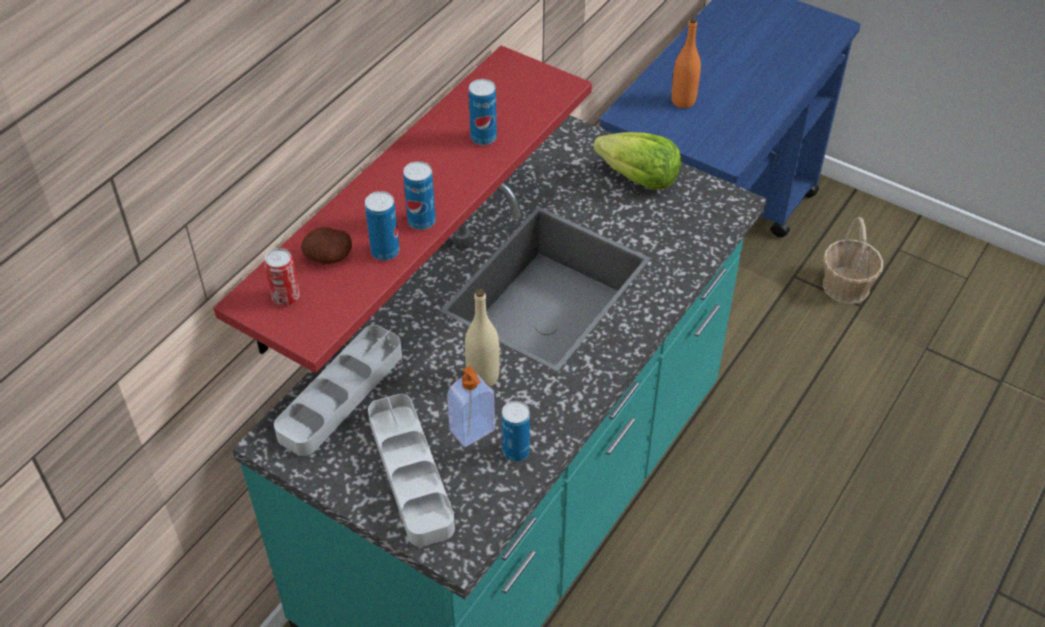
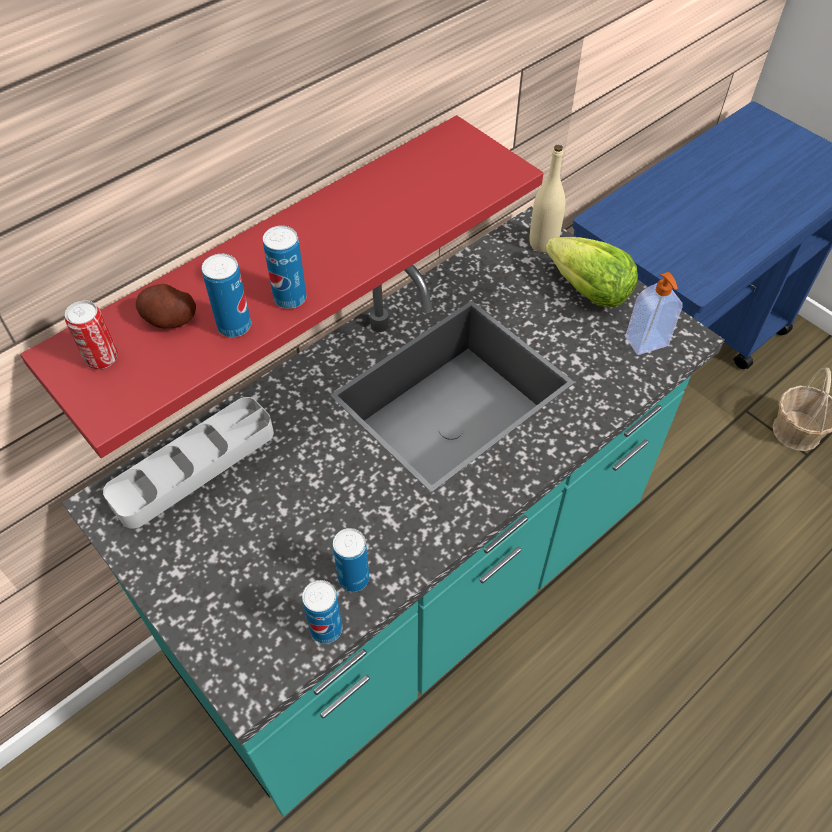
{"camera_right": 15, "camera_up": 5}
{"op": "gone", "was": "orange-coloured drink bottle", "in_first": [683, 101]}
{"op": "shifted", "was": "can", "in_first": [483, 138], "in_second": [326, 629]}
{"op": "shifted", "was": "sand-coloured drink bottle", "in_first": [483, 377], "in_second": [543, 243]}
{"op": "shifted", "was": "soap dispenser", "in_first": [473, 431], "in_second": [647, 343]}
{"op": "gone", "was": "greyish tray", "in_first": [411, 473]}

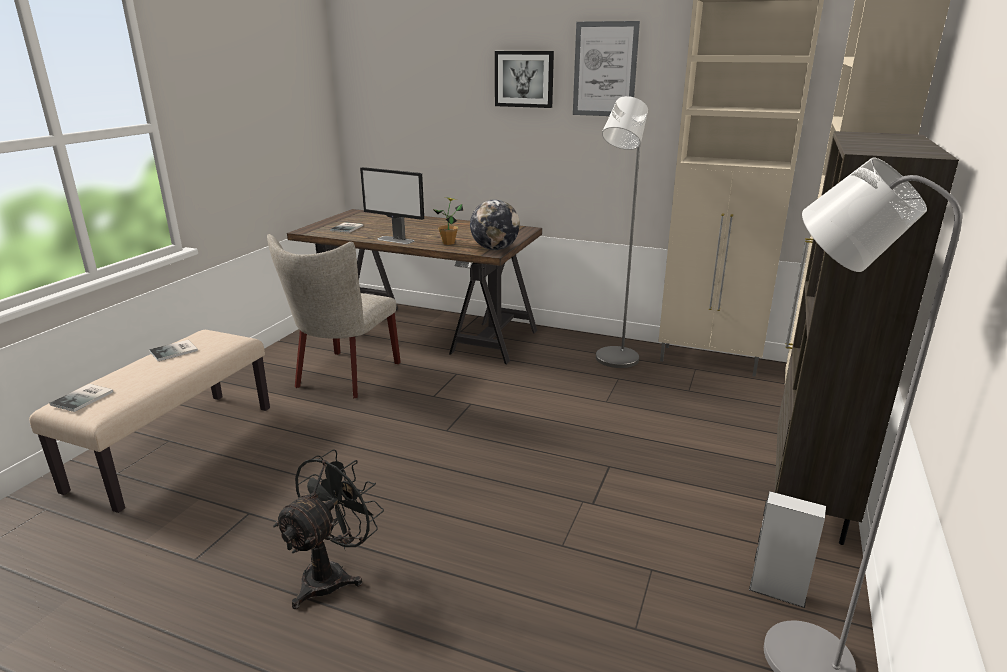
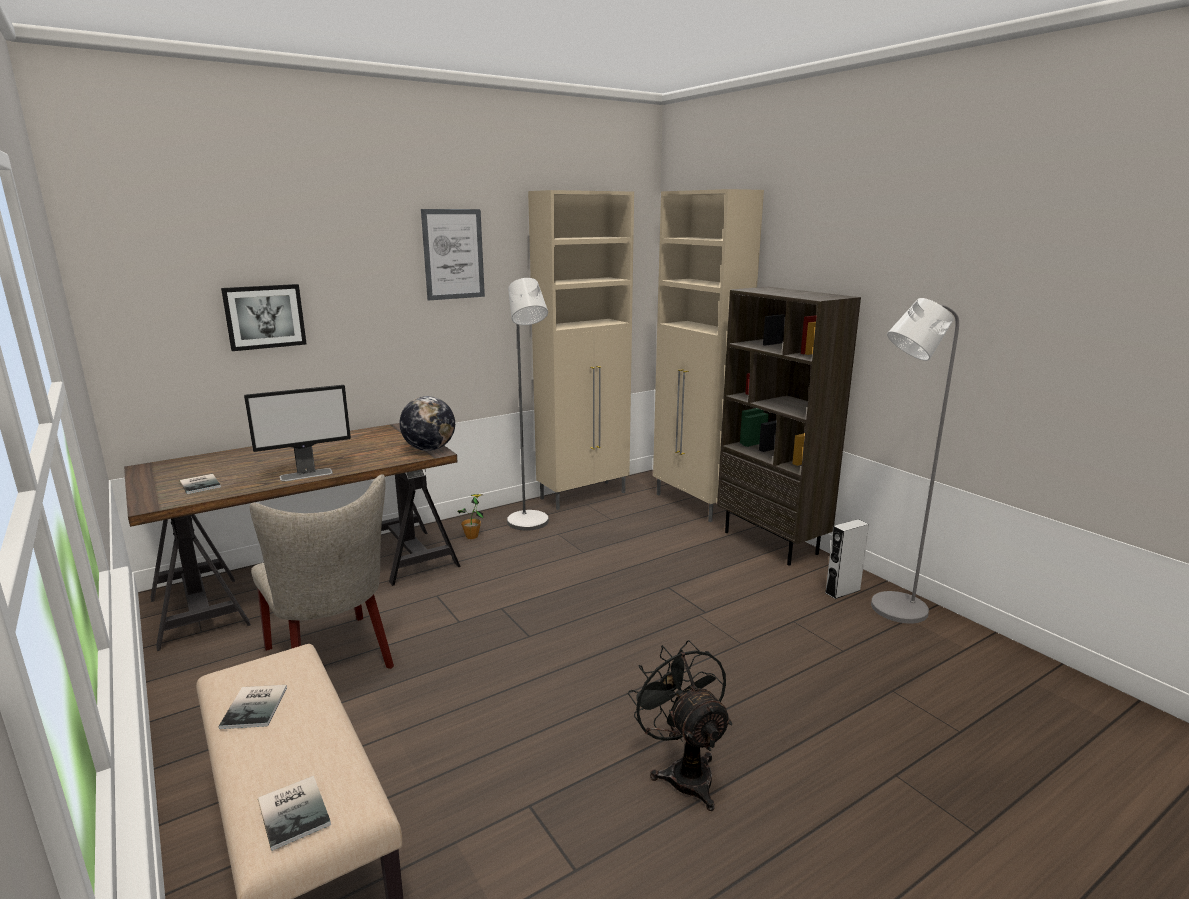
{"camera_right": -55, "camera_up": -5}
{"op": "shifted", "was": "wall picture", "in_first": [524, 79], "in_second": [264, 316]}
{"op": "shifted", "was": "houseplant", "in_first": [448, 243], "in_second": [472, 536]}

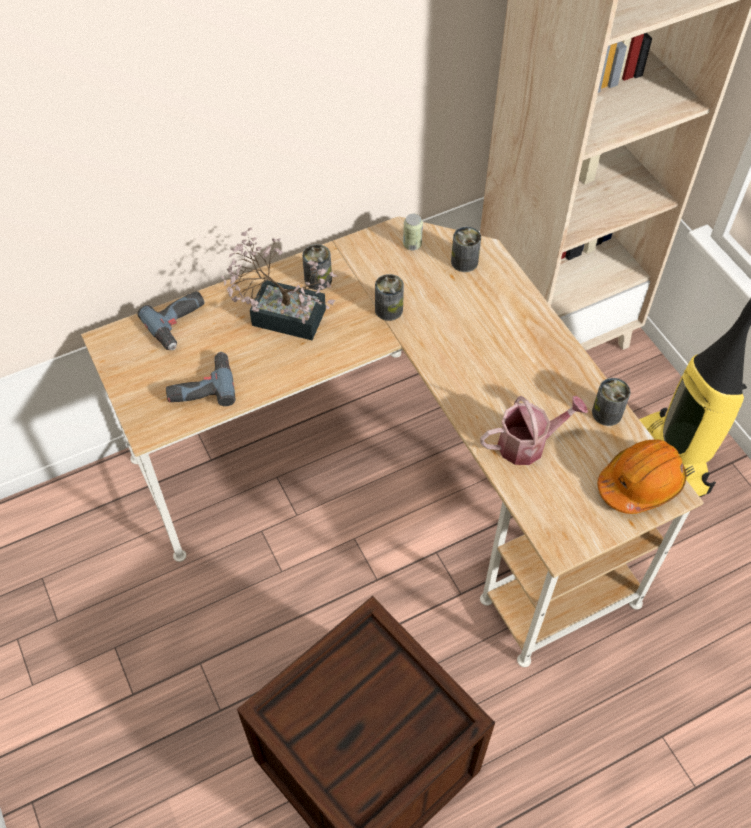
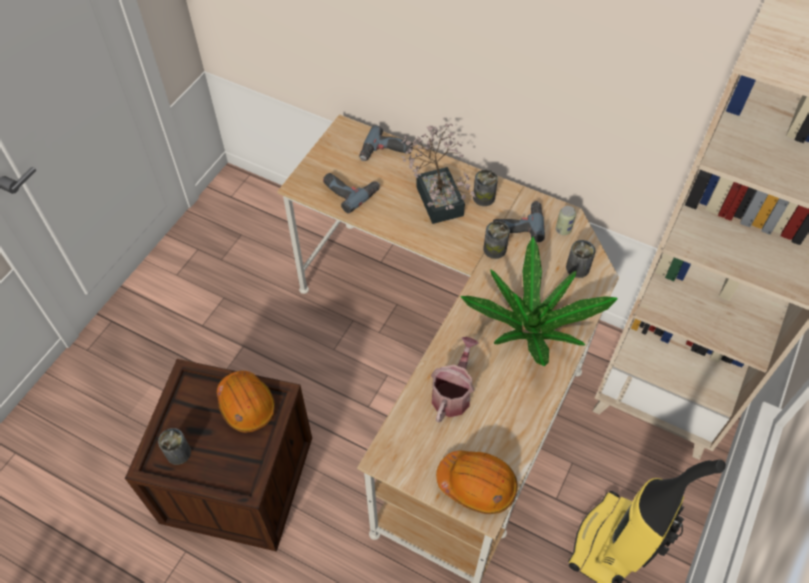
{"camera_right": 55, "camera_up": 0}
{"op": "shifted", "was": "can", "in_first": [607, 413], "in_second": [178, 453]}
{"op": "rotated", "was": "watering can", "in_first": [528, 443], "in_second": [453, 393], "clockwise": -105}
{"op": "new", "now": "electric drill", "in_second": [517, 223]}
{"op": "new", "now": "houseplant", "in_second": [531, 326]}
{"op": "new", "now": "orange-coloured safety helmet", "in_second": [246, 405]}

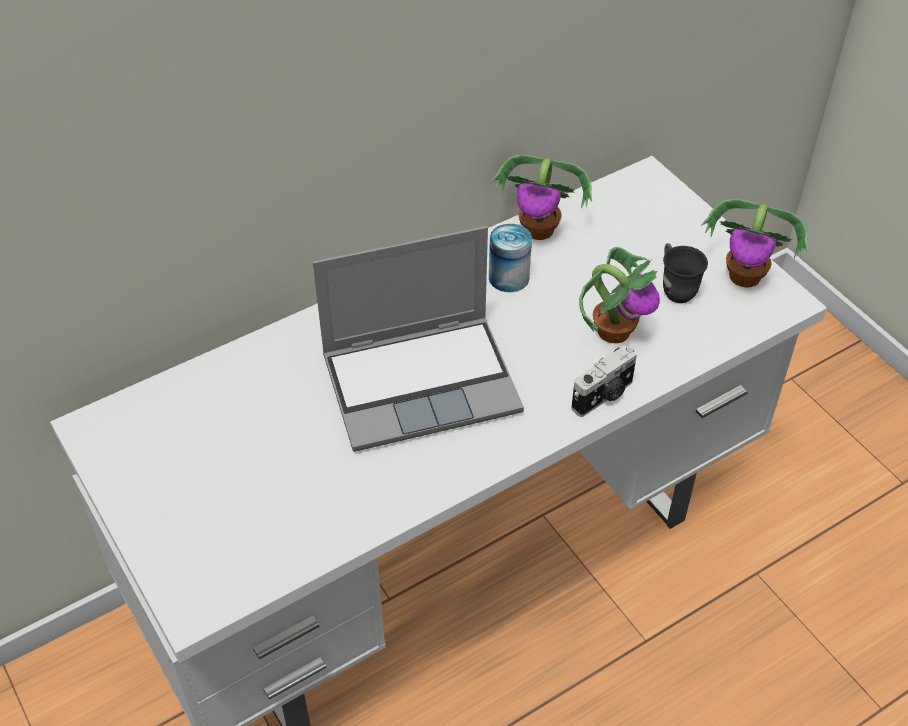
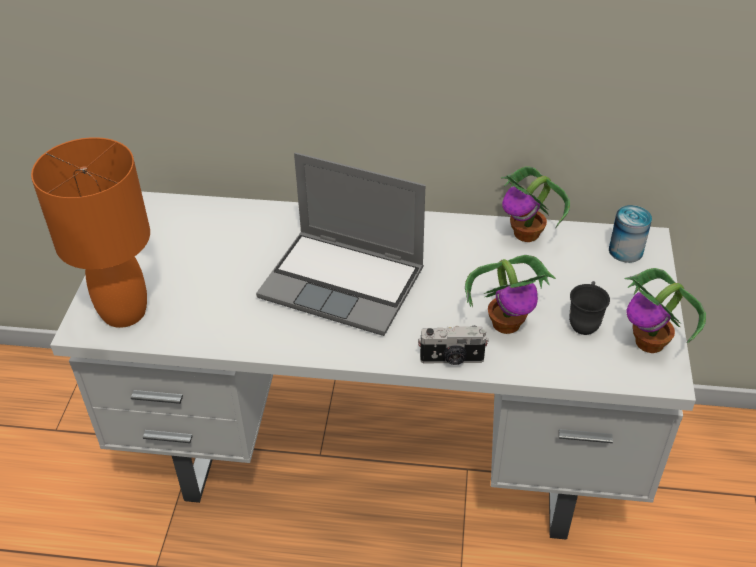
{"camera_right": 40, "camera_up": -5}
{"op": "shifted", "was": "can", "in_first": [508, 277], "in_second": [625, 251]}
{"op": "new", "now": "orange-coloured table lamp", "in_second": [123, 312]}

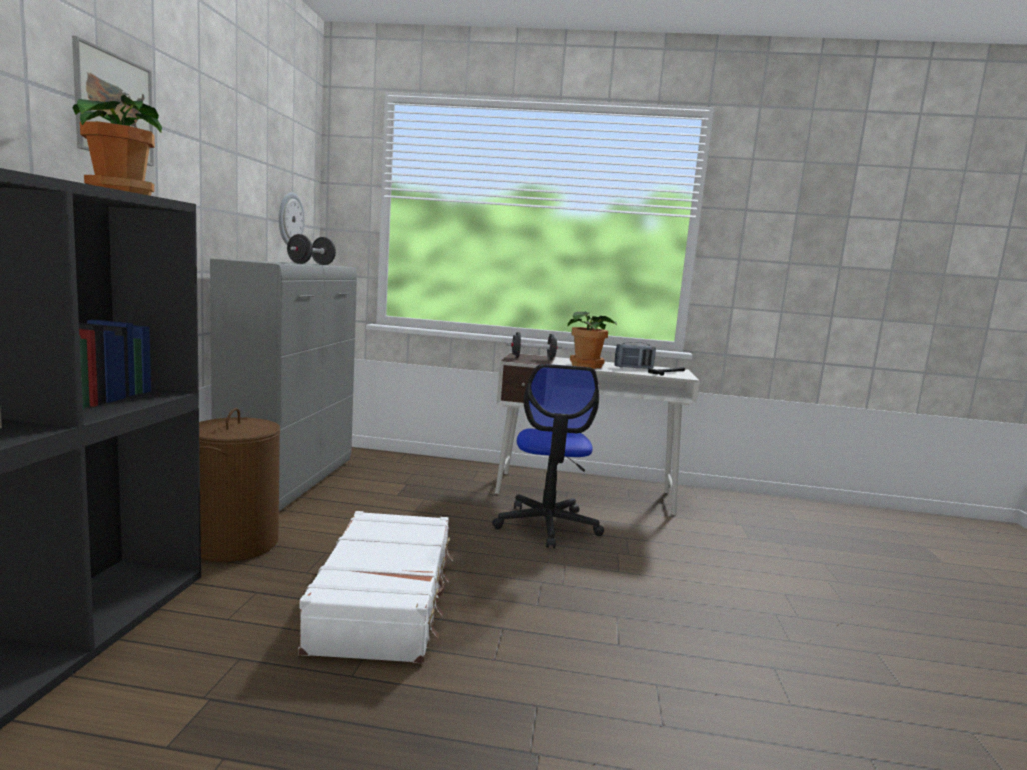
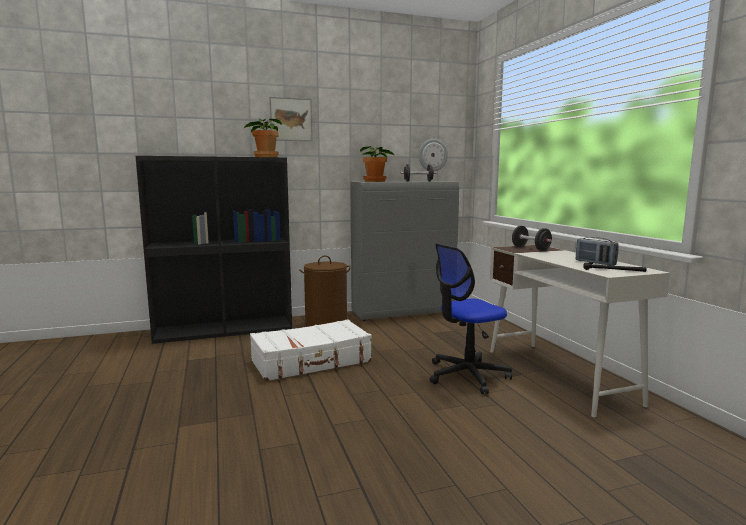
{"camera_right": 65, "camera_up": 0}
{"op": "shifted", "was": "houseplant", "in_first": [587, 366], "in_second": [375, 181]}

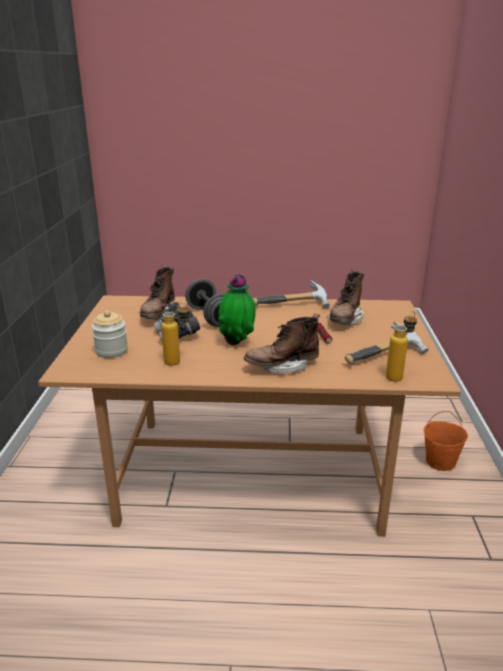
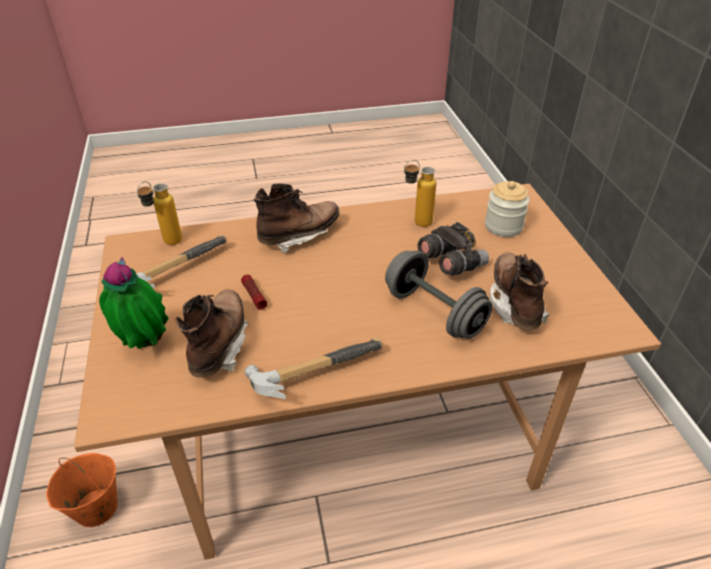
{"camera_right": 165, "camera_up": 15}
{"op": "shifted", "was": "houseplant", "in_first": [237, 343], "in_second": [144, 345]}

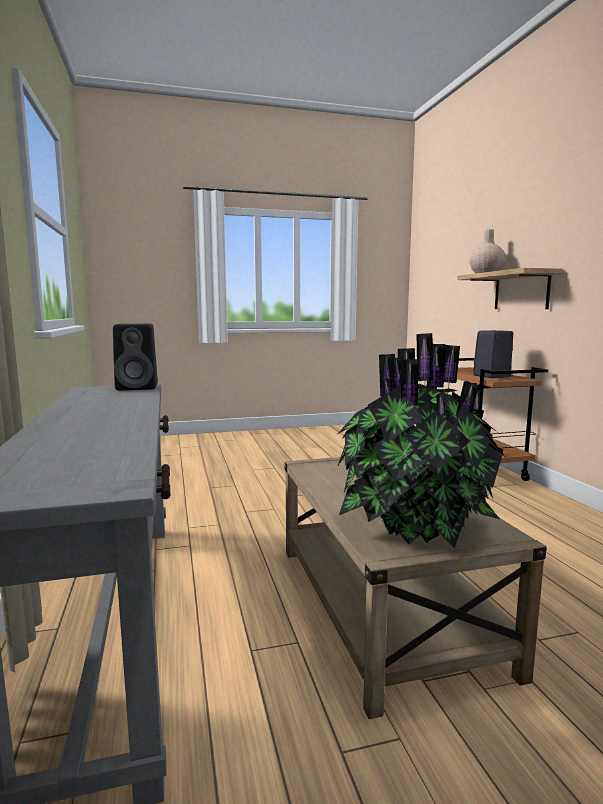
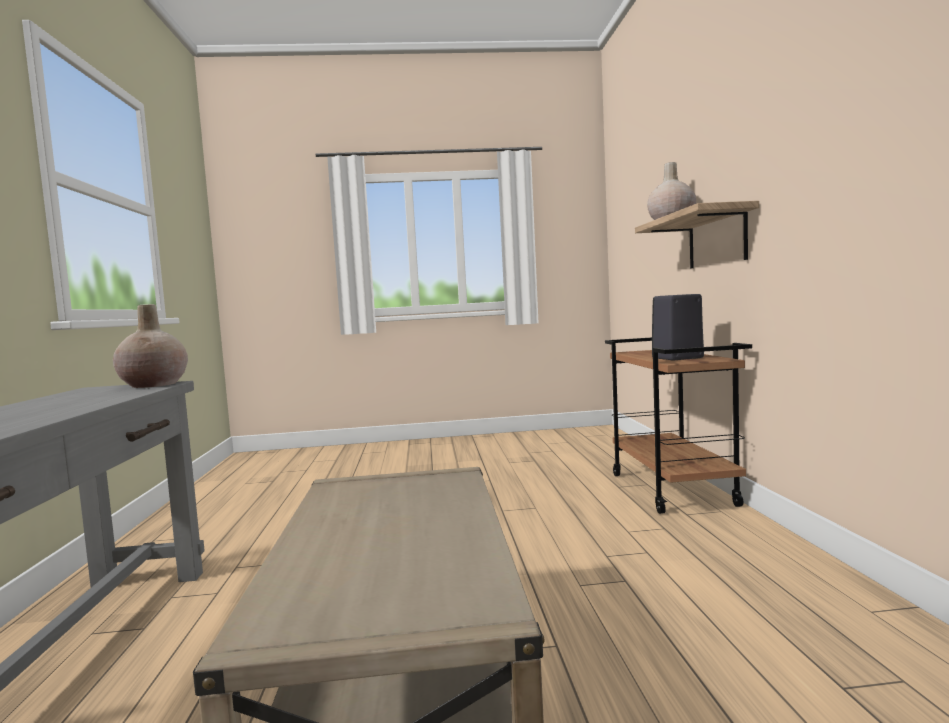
{"camera_right": 10, "camera_up": -5}
{"op": "swapped", "was": "black-coloured audio speaker", "now": "sand-coloured flower vase", "in_first": [139, 387], "in_second": [154, 385]}
{"op": "gone", "was": "houseplant", "in_first": [415, 525]}

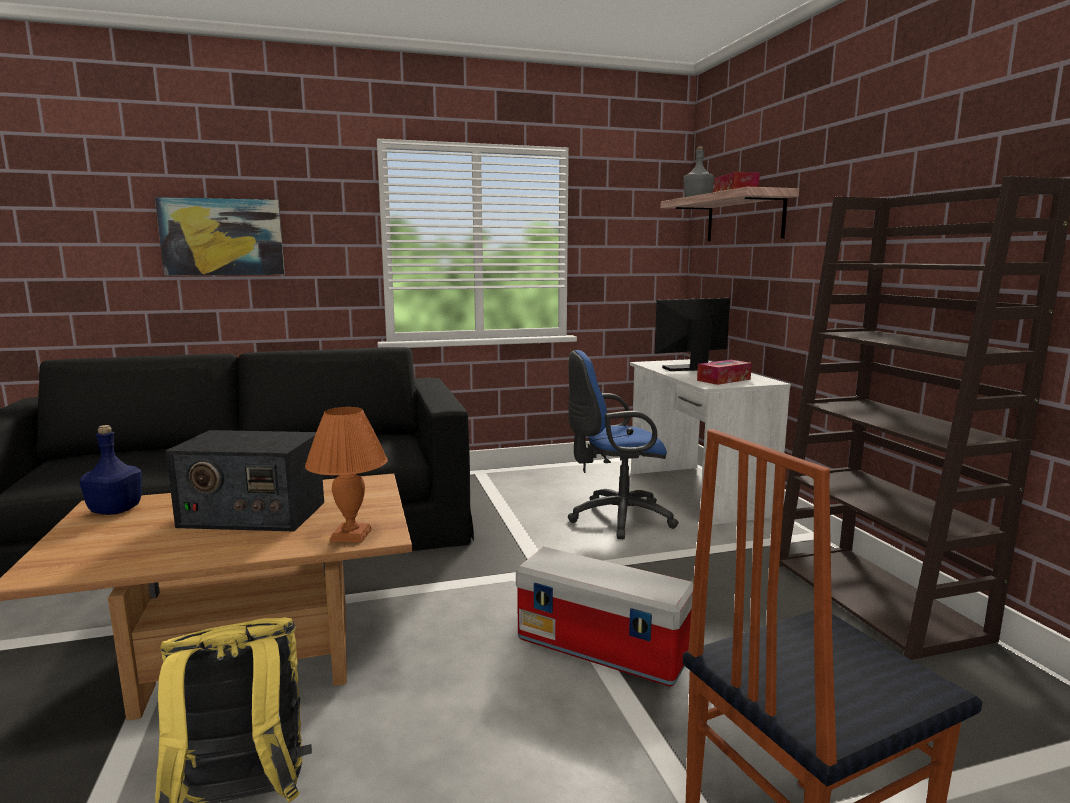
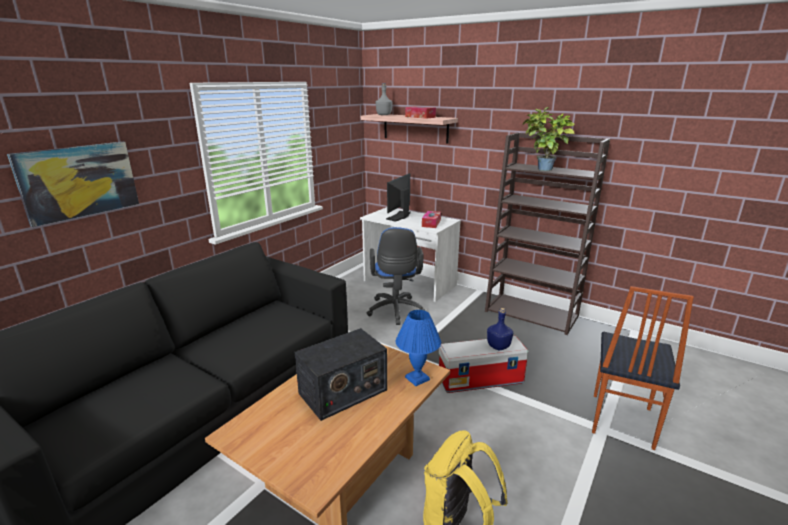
{"camera_right": -40, "camera_up": 10}
{"op": "rotated", "was": "bluish desk chair", "in_first": [615, 518], "in_second": [395, 312], "clockwise": -45}
{"op": "repainted", "was": "orange-coloured table lamp", "now": "bluish table lamp", "in_first": [351, 535], "in_second": [416, 378]}
{"op": "shifted", "was": "bluish drink bottle", "in_first": [115, 511], "in_second": [499, 346]}
{"op": "new", "now": "houseplant", "in_second": [541, 170]}

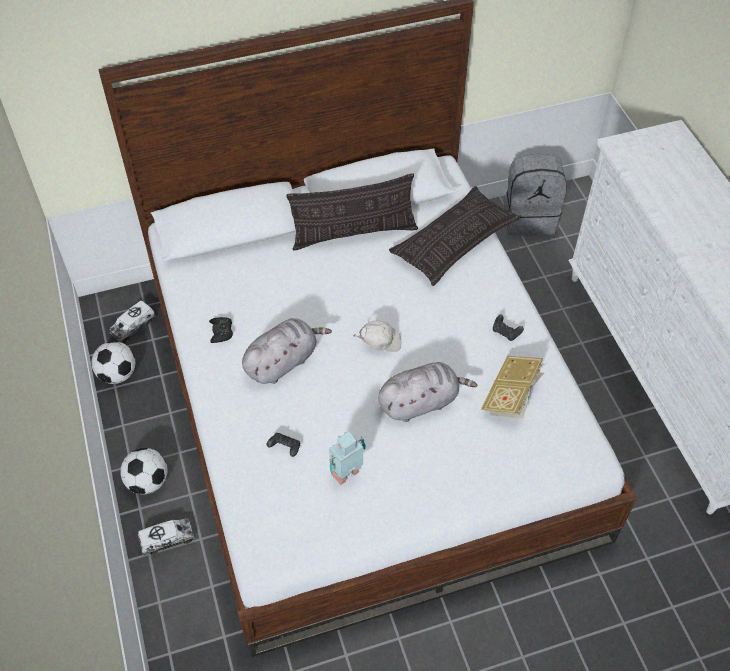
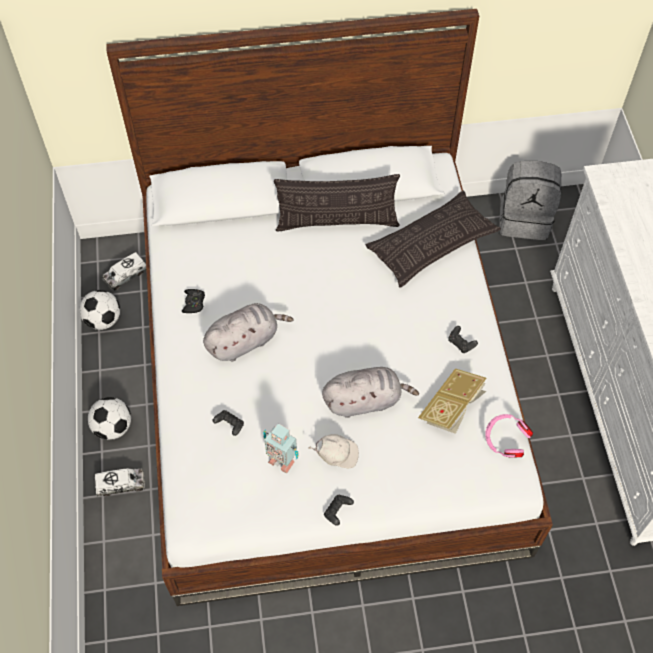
{"camera_right": 10, "camera_up": 5}
{"op": "shifted", "was": "whitish peaked cap", "in_first": [380, 342], "in_second": [336, 455]}
{"op": "rotated", "was": "toy robot", "in_first": [347, 474], "in_second": [281, 460], "clockwise": -120}
{"op": "new", "now": "pinkish headset", "in_second": [505, 442]}
{"op": "new", "now": "black-coloured joypad", "in_second": [337, 511]}

